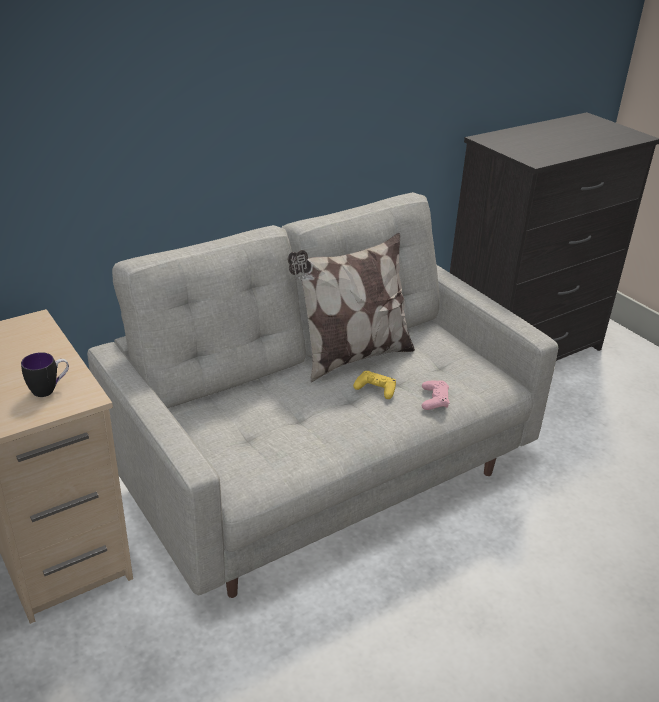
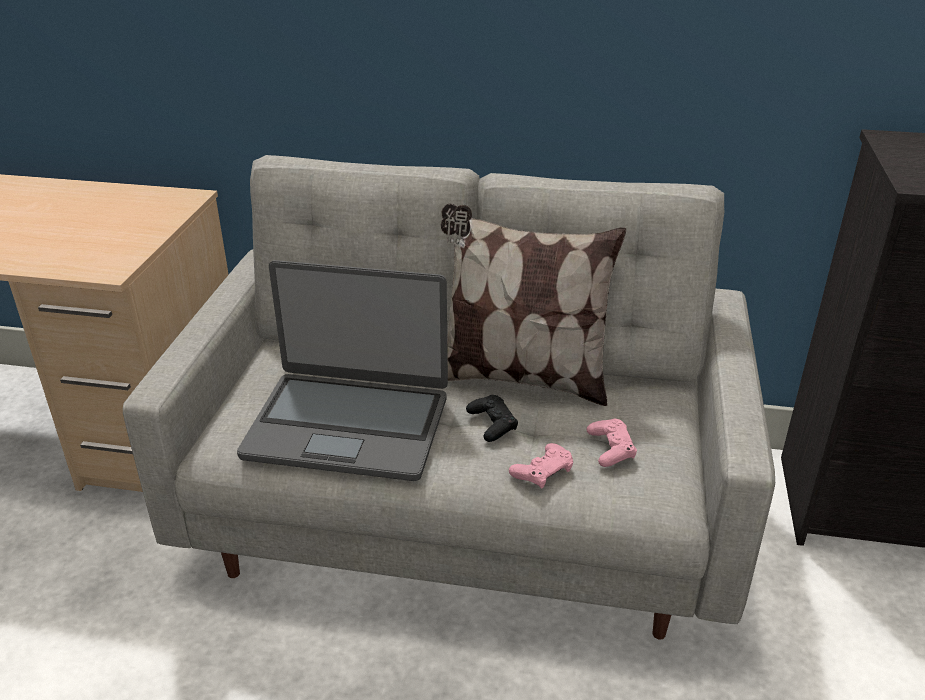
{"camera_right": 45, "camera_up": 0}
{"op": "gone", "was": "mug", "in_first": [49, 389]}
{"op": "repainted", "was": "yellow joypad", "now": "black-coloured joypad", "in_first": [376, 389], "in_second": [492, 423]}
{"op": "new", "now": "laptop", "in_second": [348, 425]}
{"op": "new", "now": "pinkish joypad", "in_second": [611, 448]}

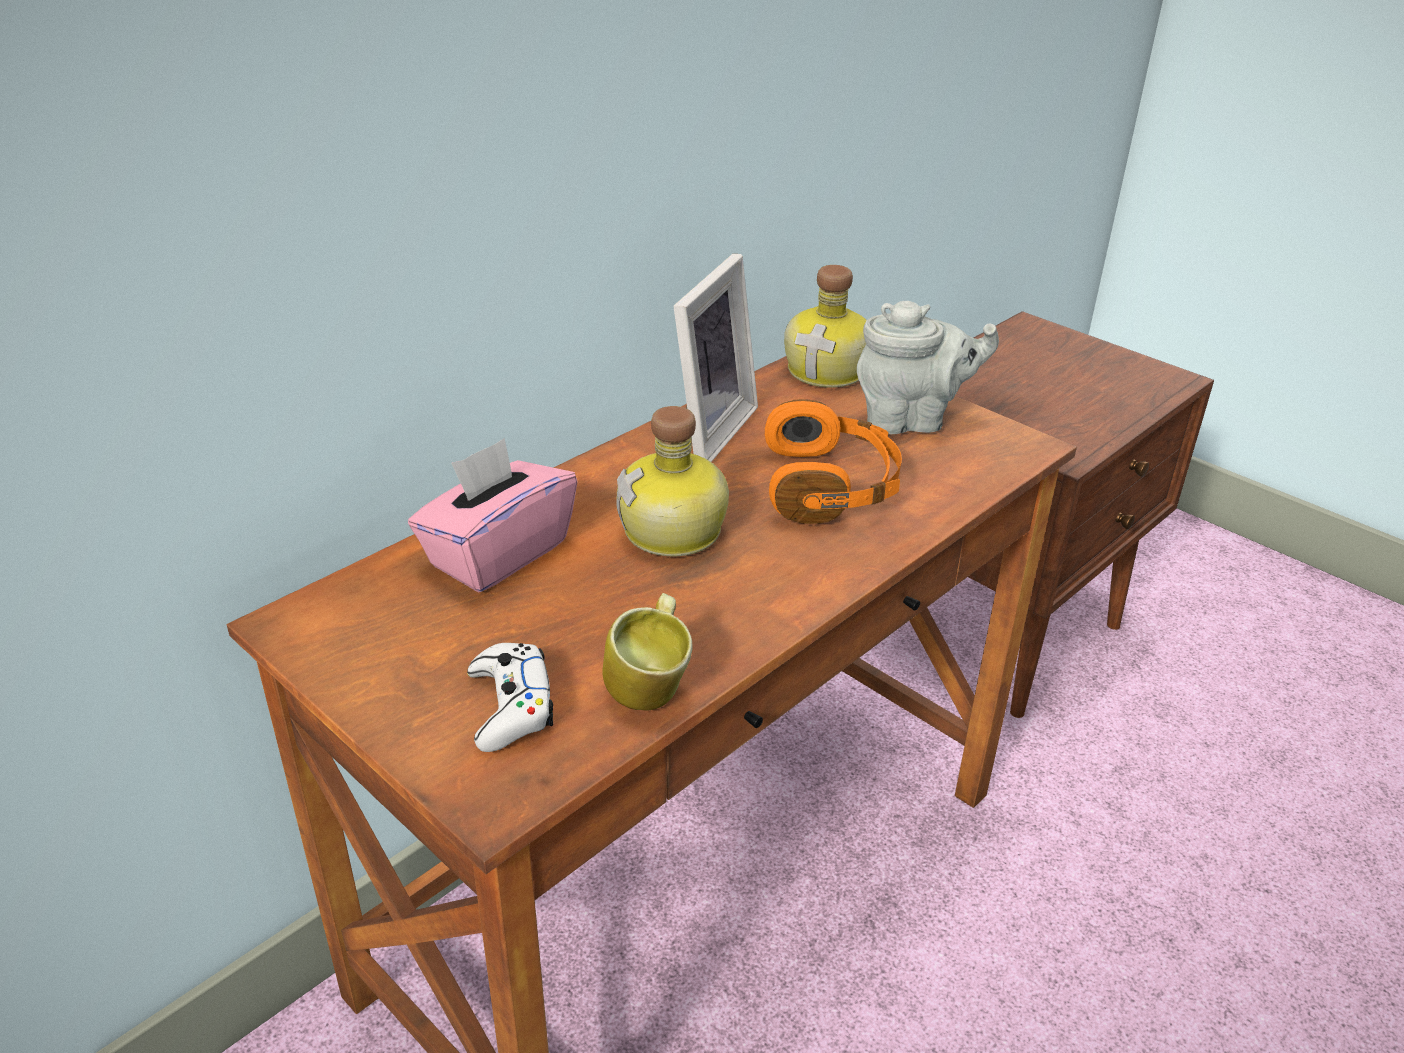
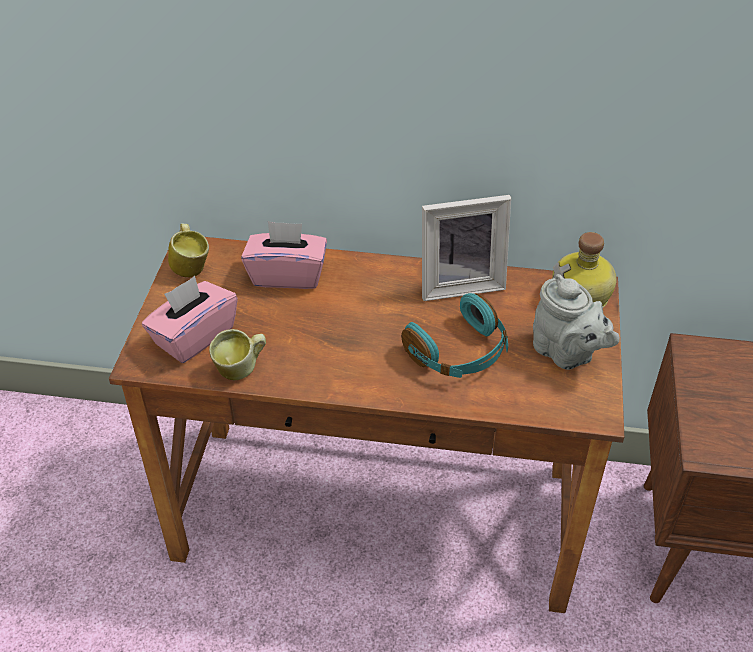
{"camera_right": 55, "camera_up": 10}
{"op": "repainted", "was": "orange-coloured headset", "now": "turquoise headset", "in_first": [830, 486], "in_second": [459, 353]}
{"op": "gone", "was": "drink bottle", "in_first": [675, 532]}
{"op": "swapped", "was": "whitish joypad", "now": "pinkish tissue box", "in_first": [511, 706], "in_second": [194, 336]}
{"op": "new", "now": "mug", "in_second": [191, 266]}

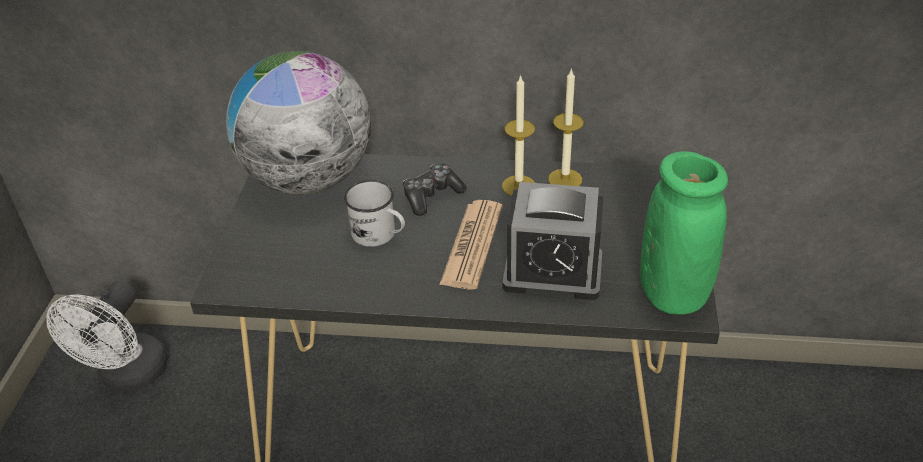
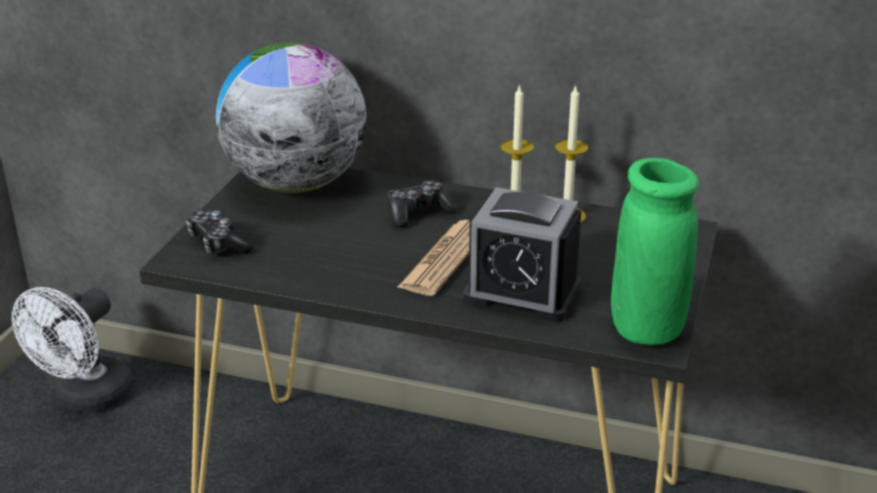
{"camera_right": 10, "camera_up": -10}
{"op": "gone", "was": "whitish mug", "in_first": [379, 235]}
{"op": "new", "now": "joypad", "in_second": [218, 243]}

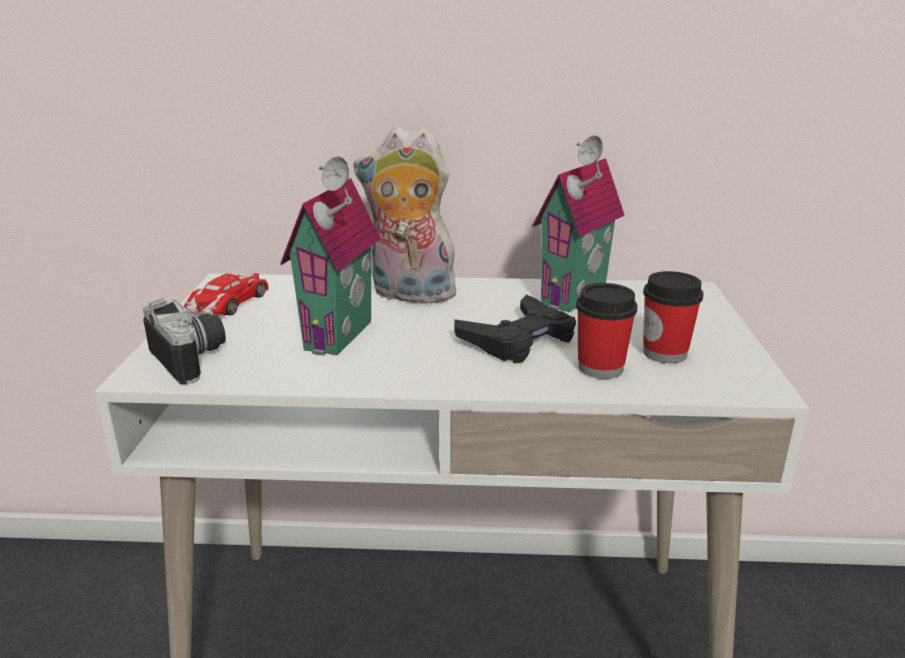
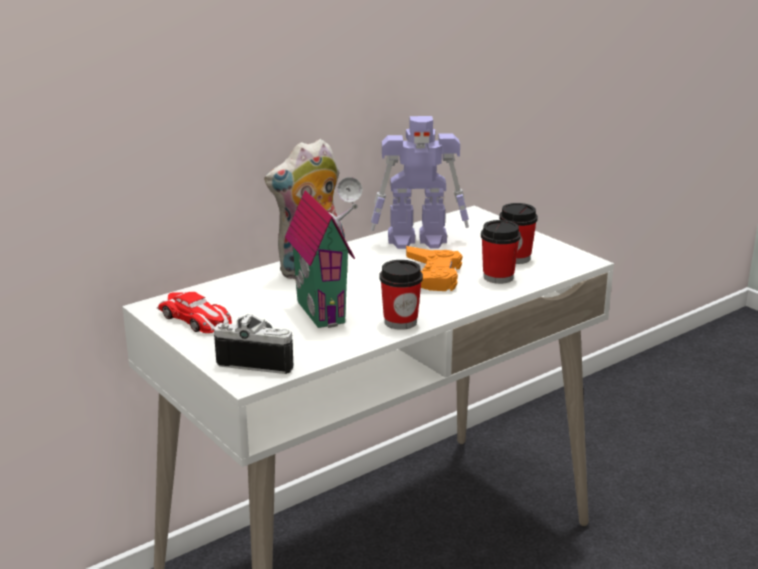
{"camera_right": -40, "camera_up": 0}
{"op": "swapped", "was": "model house", "now": "toy robot", "in_first": [577, 298], "in_second": [419, 240]}
{"op": "rotated", "was": "miniature car", "in_first": [230, 303], "in_second": [196, 319], "clockwise": 150}
{"op": "repainted", "was": "black-coloured joypad", "now": "orange-coloured joypad", "in_first": [519, 339], "in_second": [430, 276]}
{"op": "new", "now": "drinking cup", "in_second": [400, 322]}

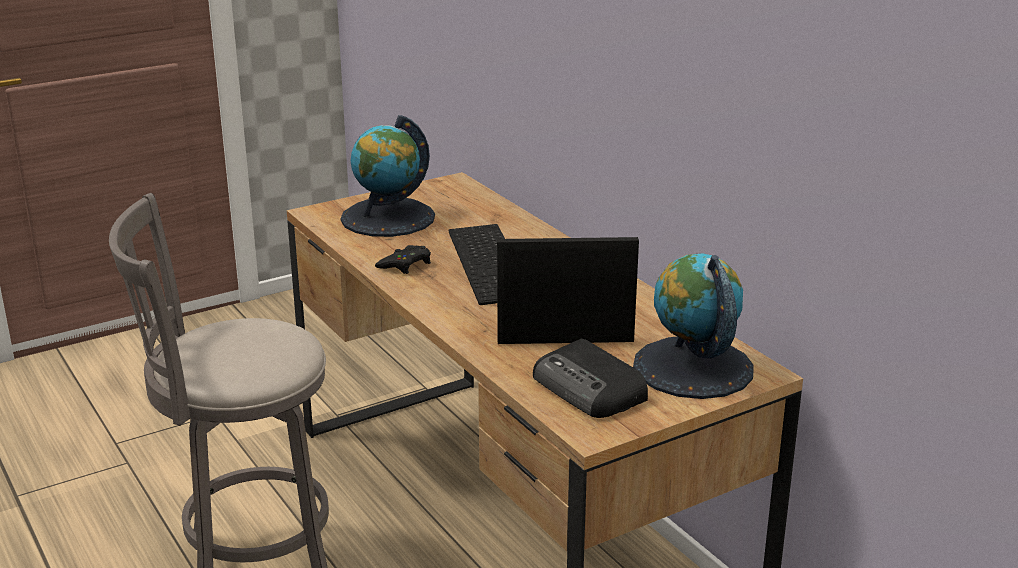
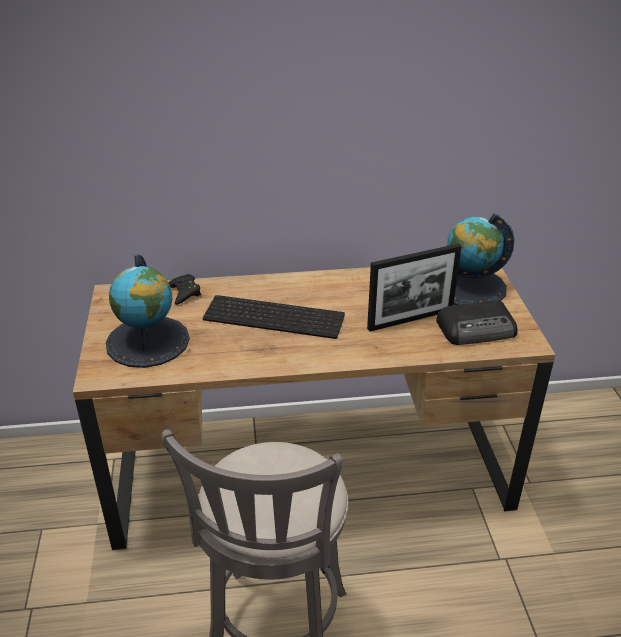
{"camera_right": -65, "camera_up": 10}
{"op": "rotated", "was": "picture frame", "in_first": [565, 341], "in_second": [410, 319], "clockwise": -135}
{"op": "shifted", "was": "black-coloured joypad", "in_first": [405, 265], "in_second": [184, 293]}

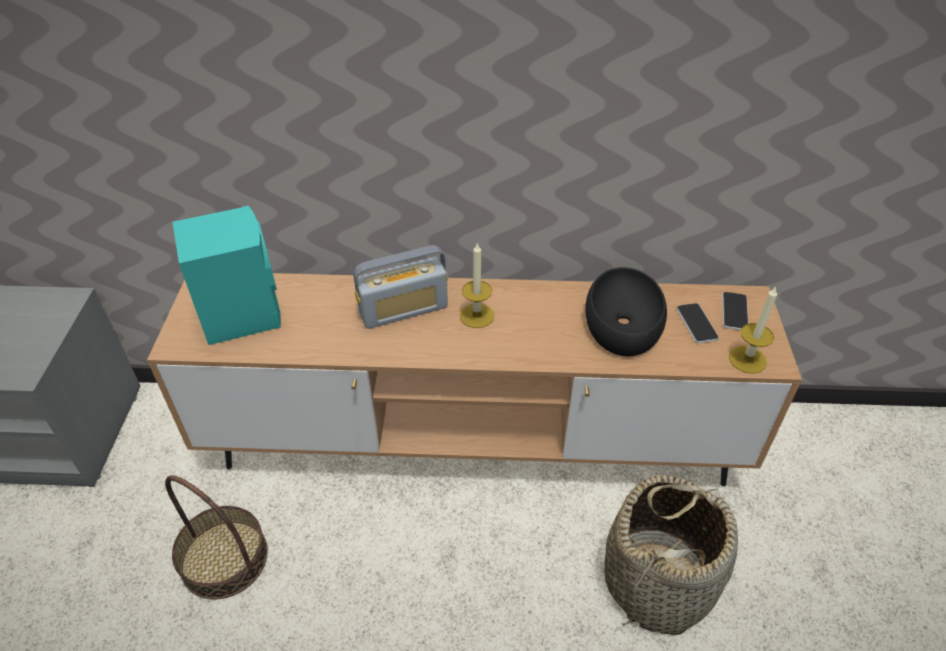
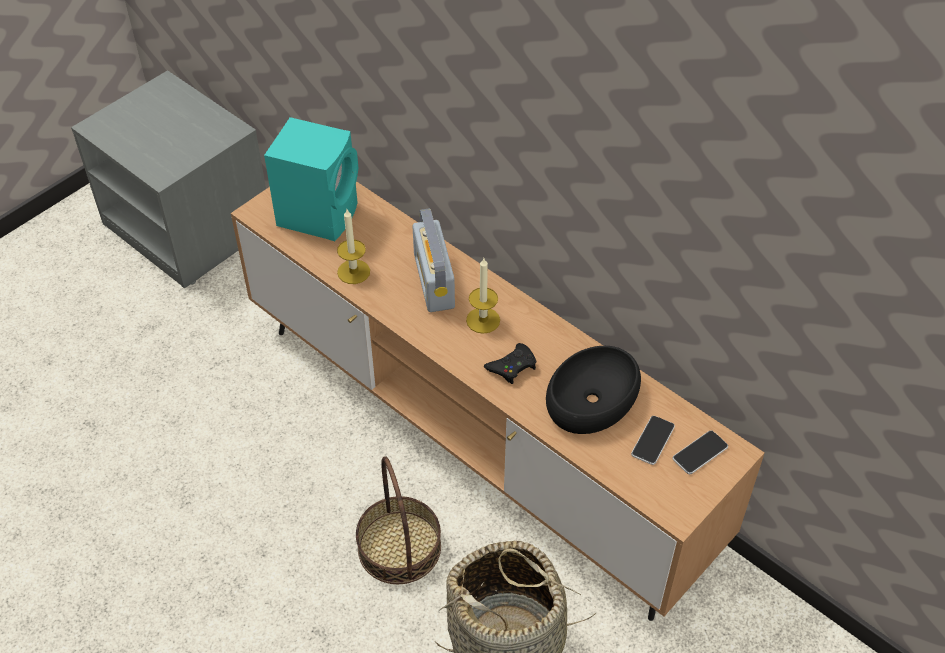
{"camera_right": 40, "camera_up": 5}
{"op": "rotated", "was": "radio", "in_first": [403, 310], "in_second": [434, 281], "clockwise": 60}
{"op": "shifted", "was": "candle", "in_first": [747, 359], "in_second": [353, 272]}
{"op": "shifted", "was": "household basket", "in_first": [224, 559], "in_second": [399, 547]}
{"op": "new", "now": "black-coloured joypad", "in_second": [512, 366]}

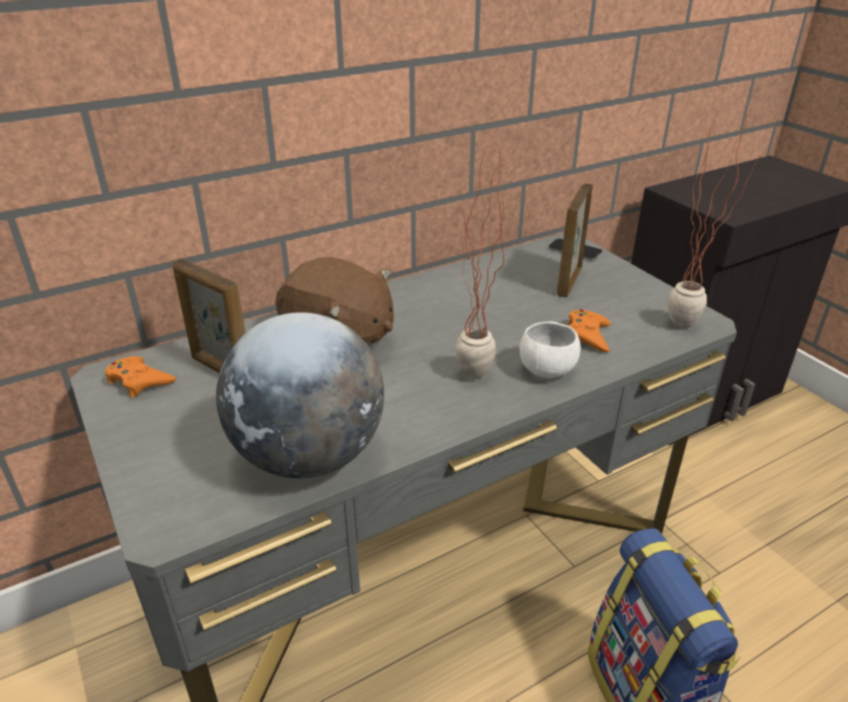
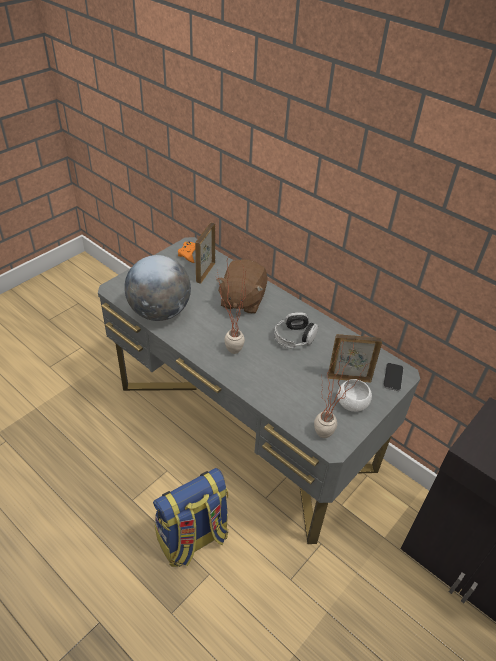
{"camera_right": 70, "camera_up": 10}
{"op": "gone", "was": "orange-coloured joypad", "in_first": [587, 335]}
{"op": "shifted", "was": "whitish deep dish", "in_first": [547, 369], "in_second": [352, 404]}
{"op": "new", "now": "headset", "in_second": [294, 337]}

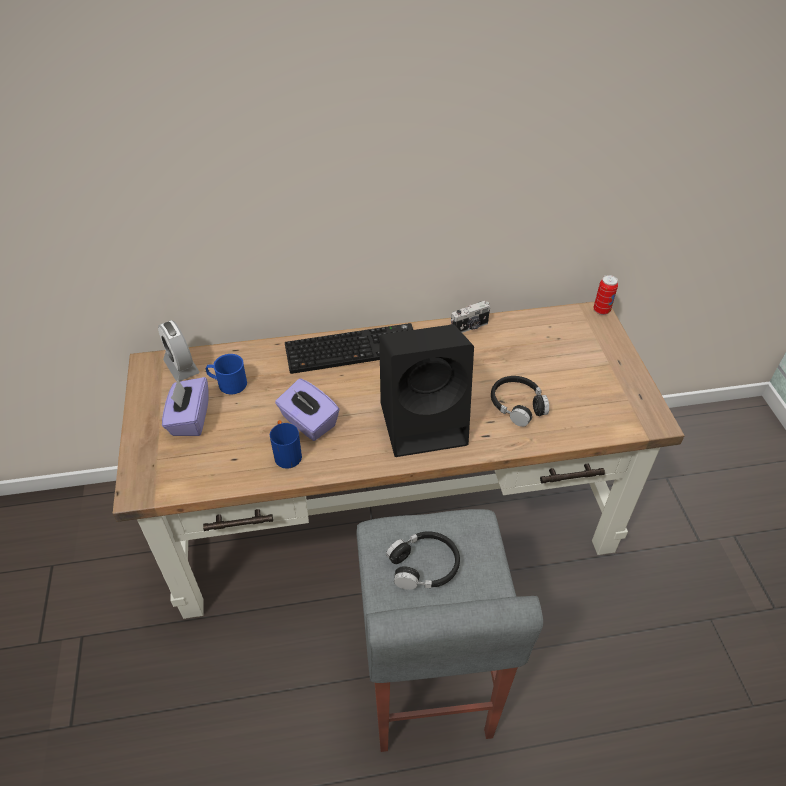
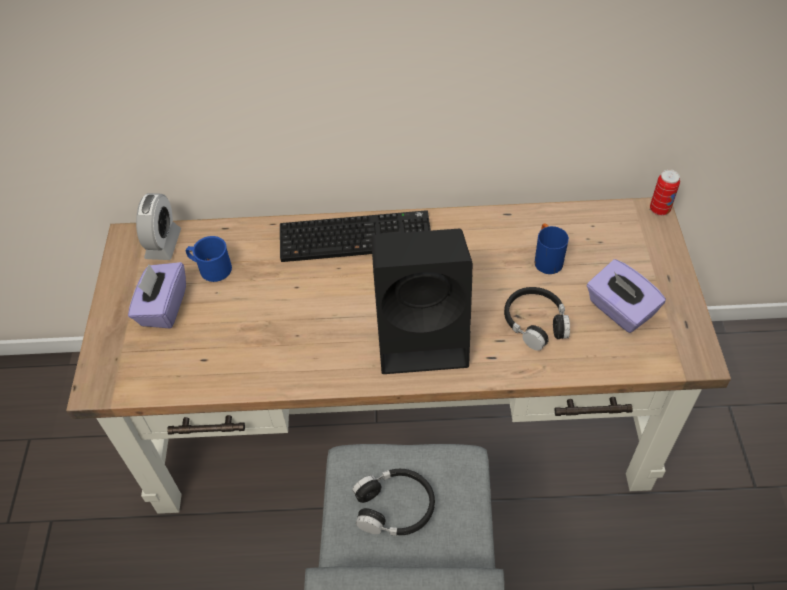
{"camera_right": 10, "camera_up": 5}
{"op": "gone", "was": "photo camera", "in_first": [470, 327]}
{"op": "rotated", "was": "bedside clock", "in_first": [181, 367], "in_second": [163, 244], "clockwise": -150}
{"op": "shifted", "was": "purplish tissue box", "in_first": [308, 422], "in_second": [619, 310]}
{"op": "shifted", "was": "bluish mug", "in_first": [286, 453], "in_second": [546, 259]}

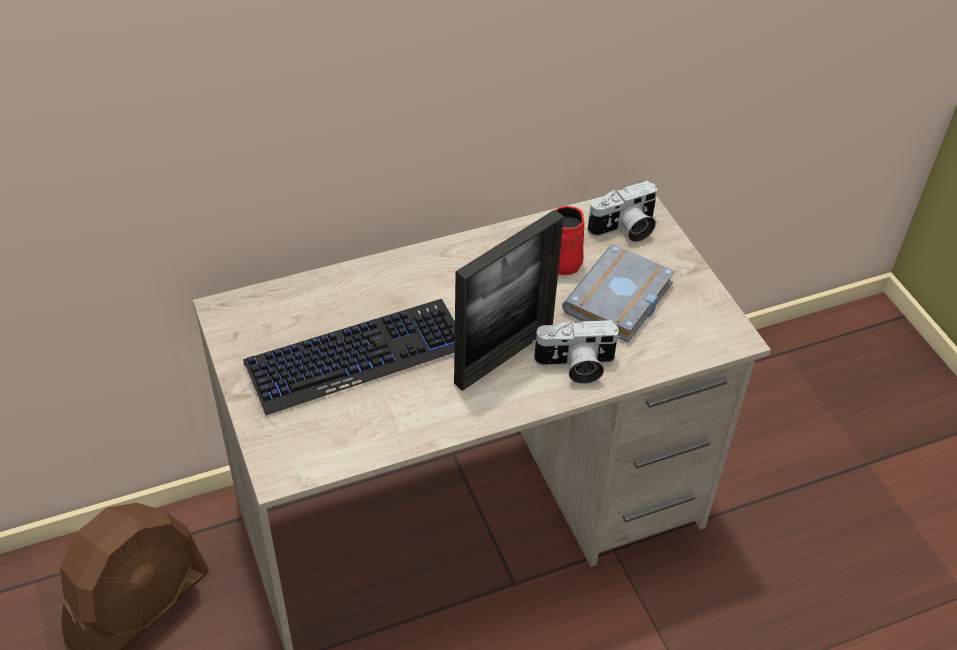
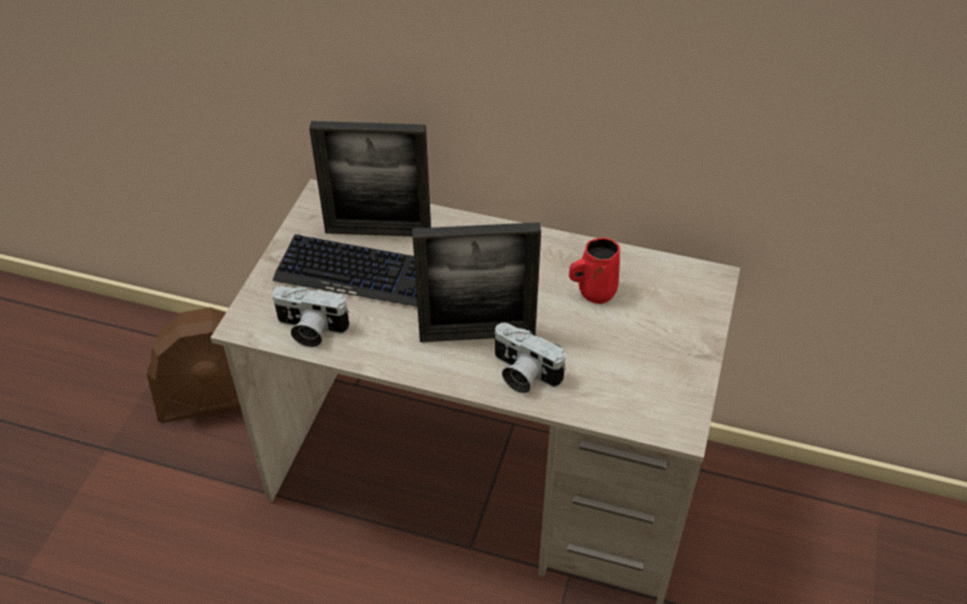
{"camera_right": 40, "camera_up": 0}
{"op": "shifted", "was": "photo camera", "in_first": [624, 229], "in_second": [310, 330]}
{"op": "gone", "was": "greyish bound book", "in_first": [620, 301]}
{"op": "new", "now": "picture frame", "in_second": [378, 231]}

